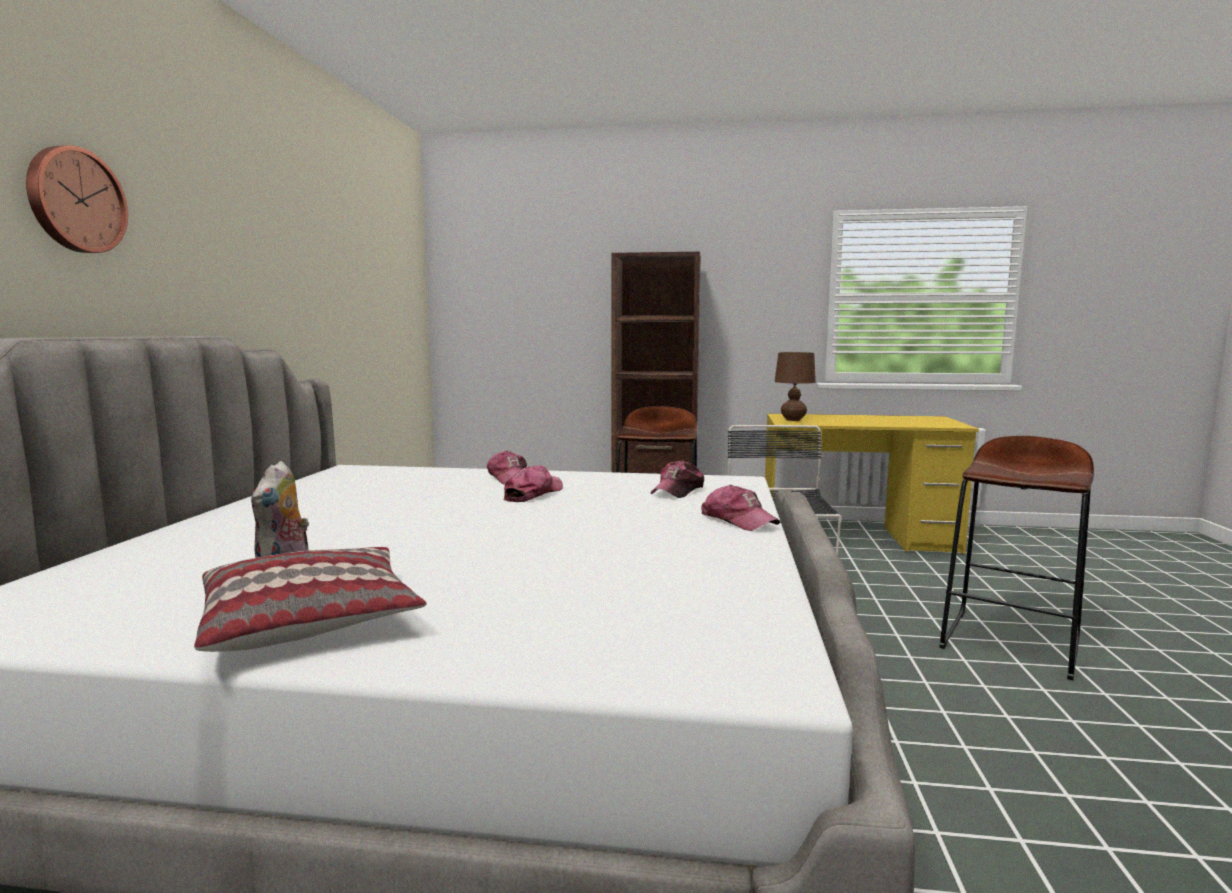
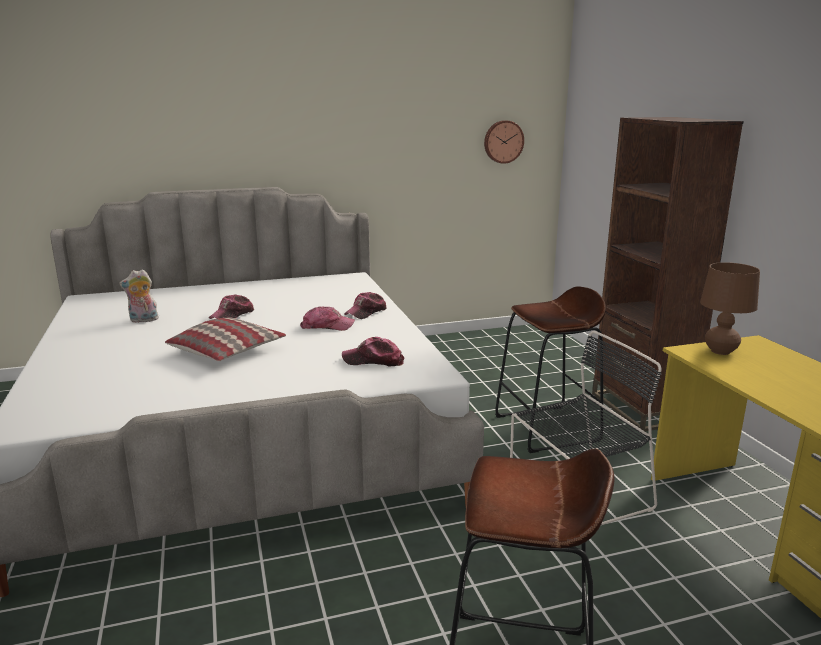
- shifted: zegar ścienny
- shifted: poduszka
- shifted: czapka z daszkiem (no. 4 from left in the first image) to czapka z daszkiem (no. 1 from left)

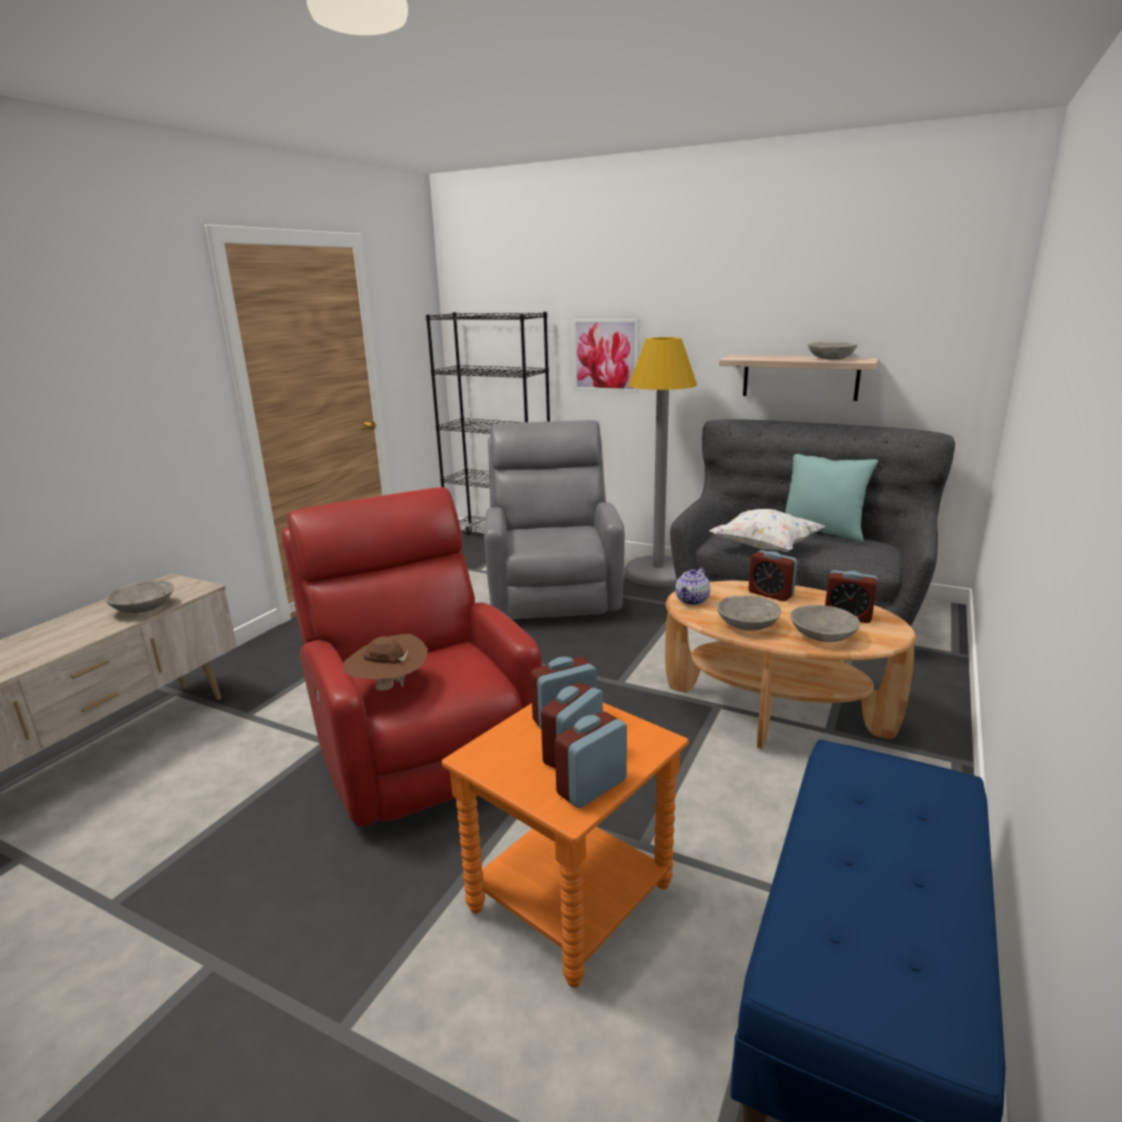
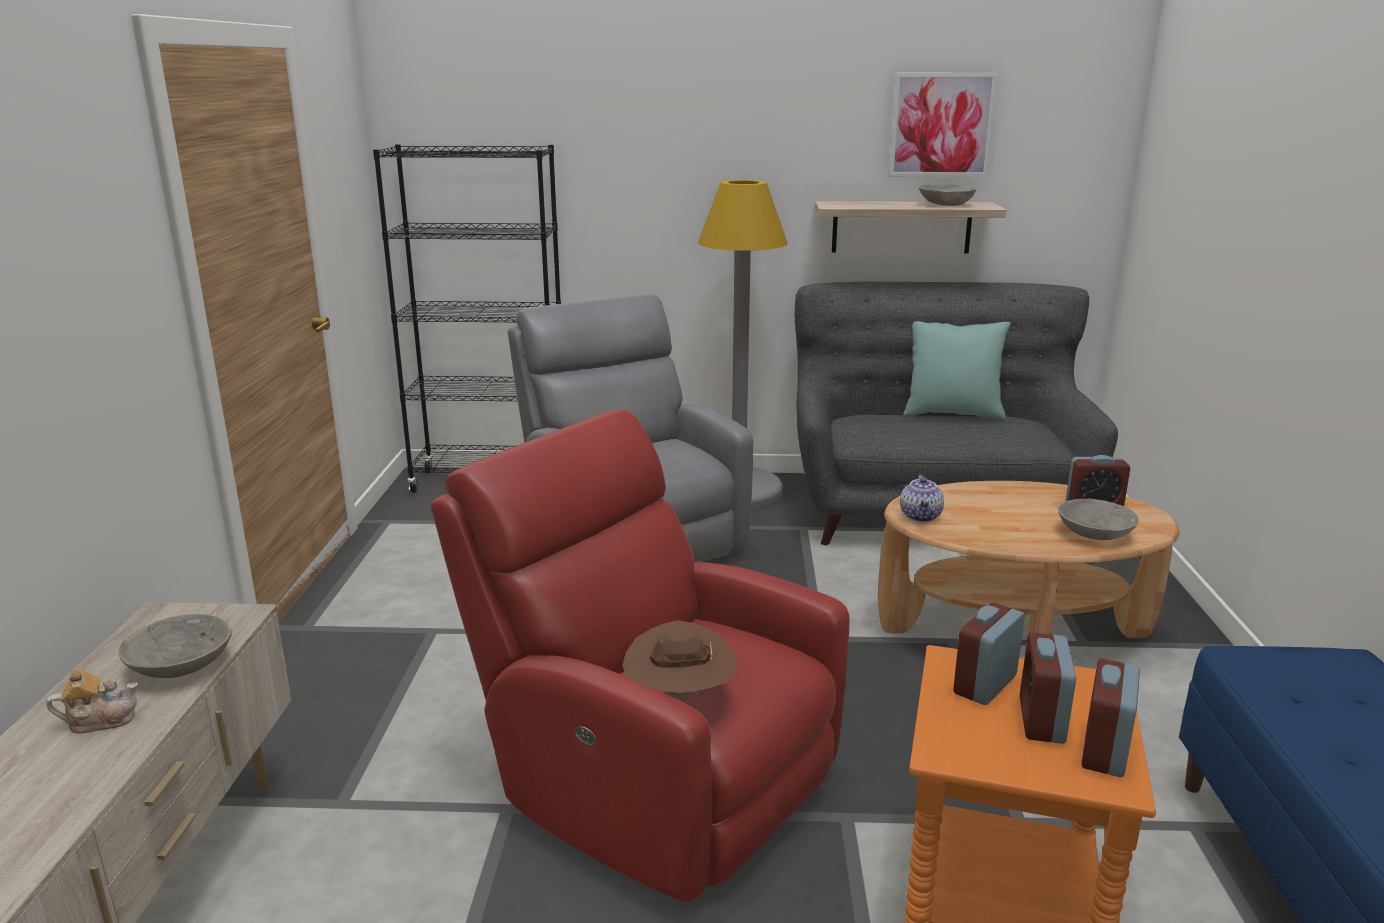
- shifted: obraz
- gone: poduszka [biały]
- gone: miska [szary] (no. 2 from left)
- gone: budzik (no. 4 from left)
- new: imbryk (no. 1 from left)

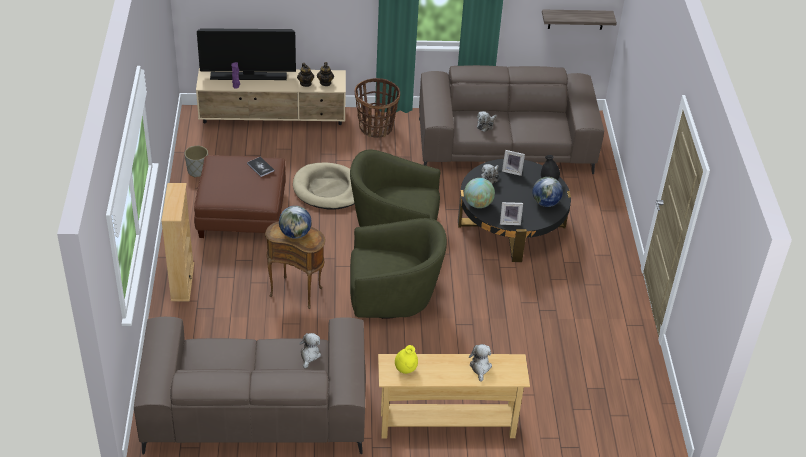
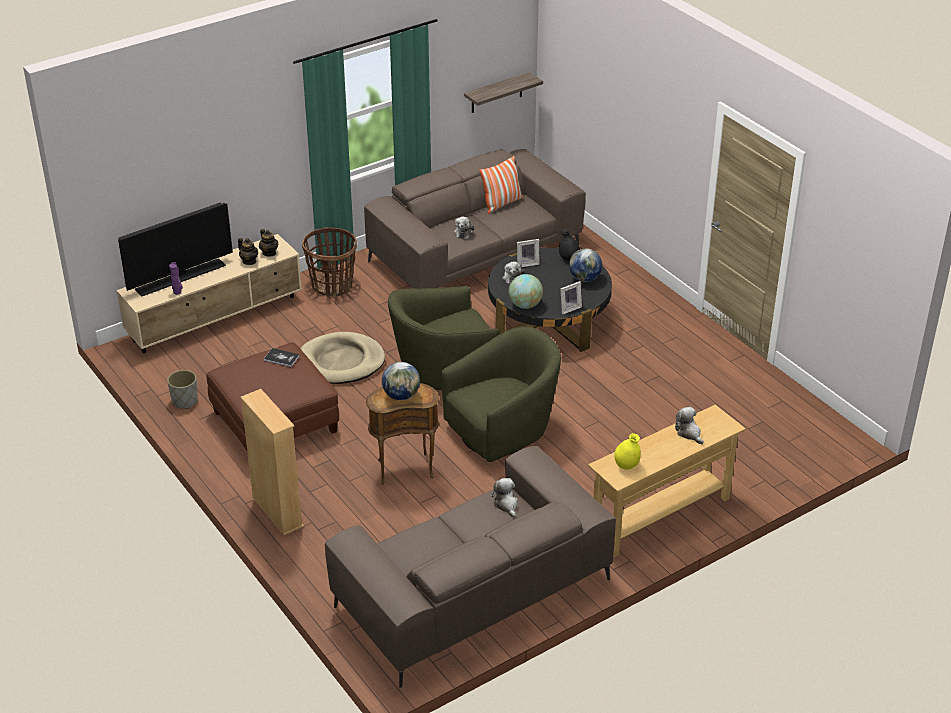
- new: poduszka

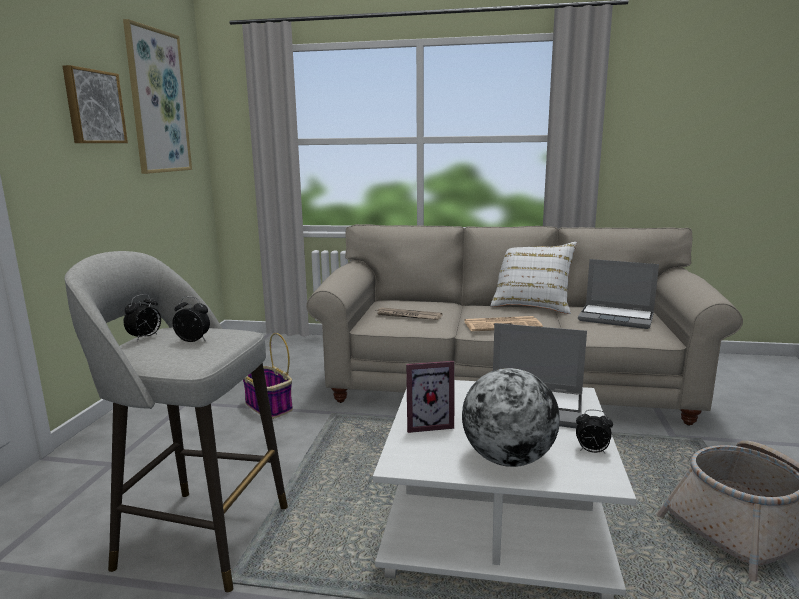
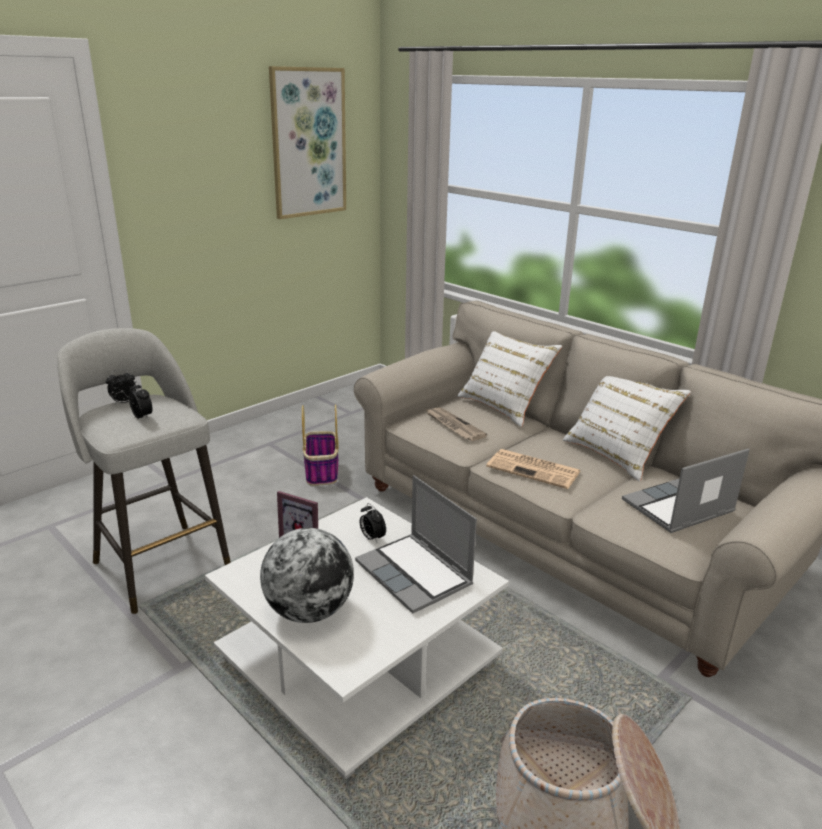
- gone: obraz (no. 1 from left)
- shifted: budzik (no. 3 from left)
- rotated: laptop (no. 2 from left) 90 degrees clockwise
- new: poduszka [biały] (no. 1 from left)

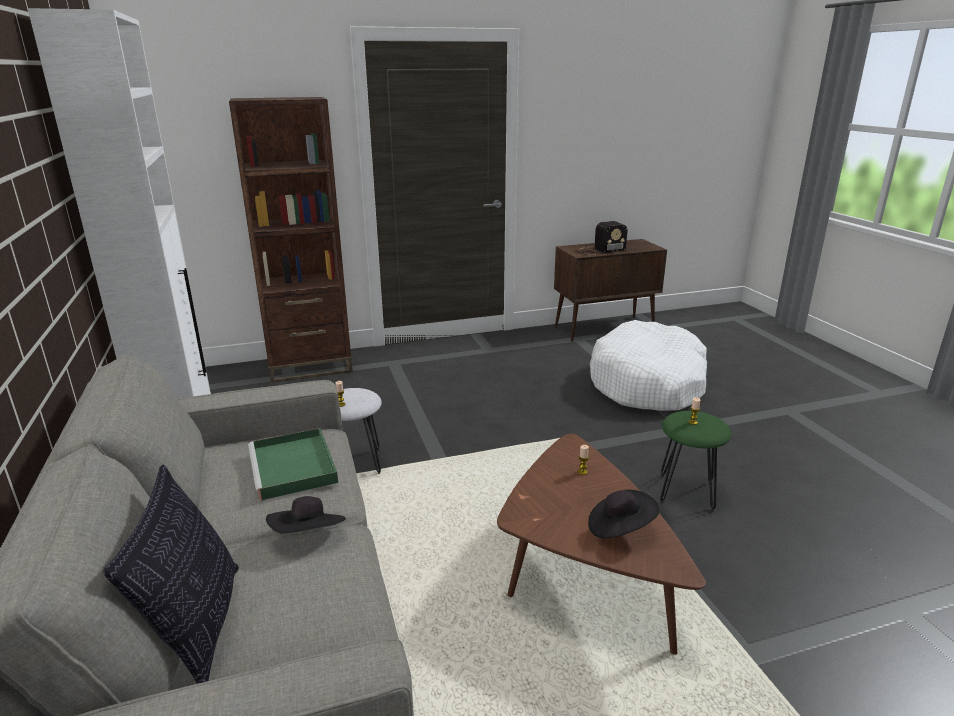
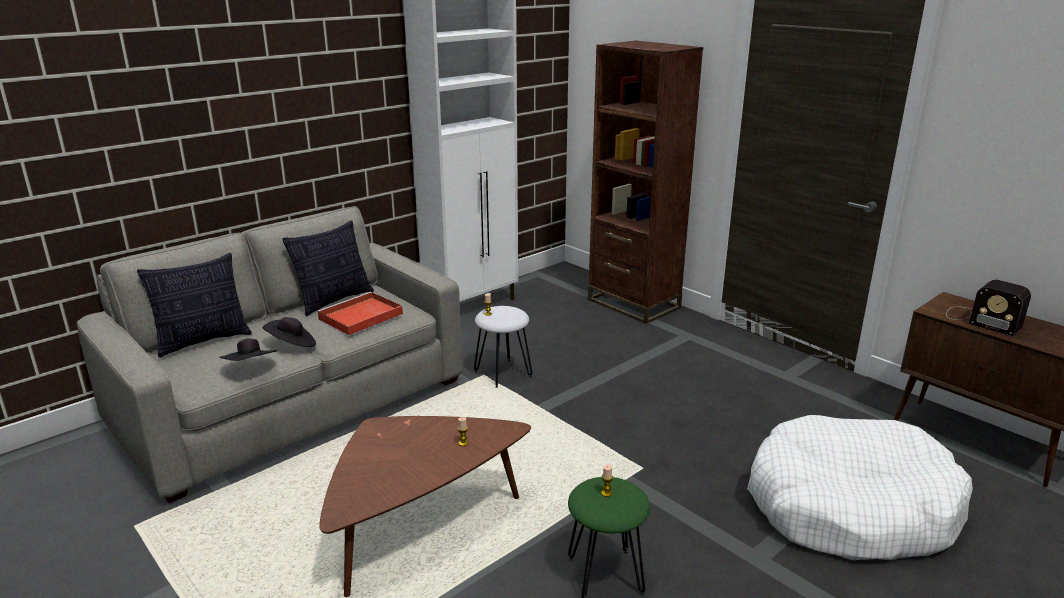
- repainted: taca [zielony] to taca [czerwony]
- shifted: kapelusz [czarny] (no. 2 from left in the first image) to kapelusz [czarny] (no. 1 from left)
- new: poduszka (no. 2 from left)

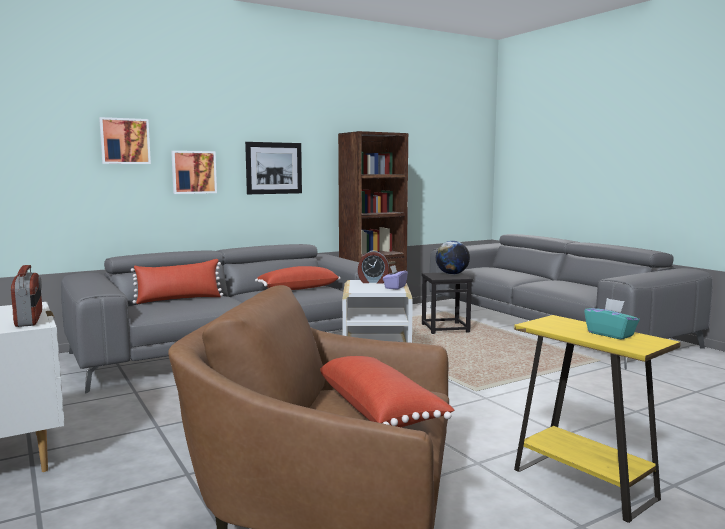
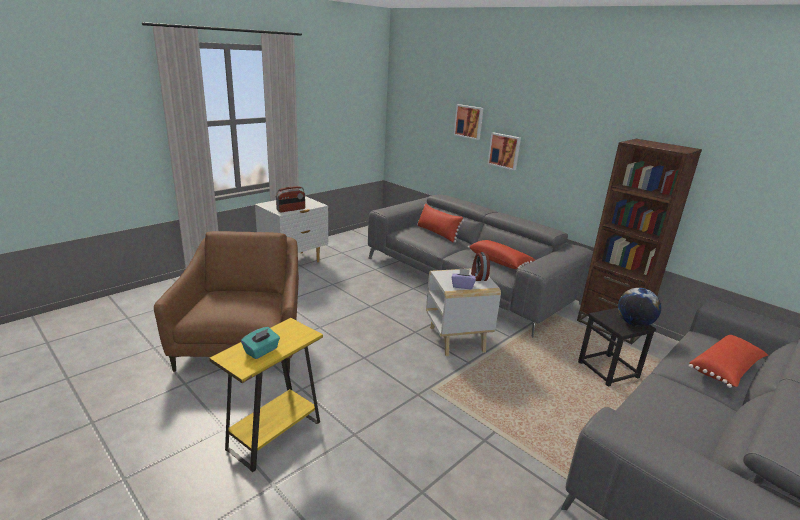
- gone: obraz (no. 3 from left)
- shifted: poduszka [czerwony] (no. 3 from left)

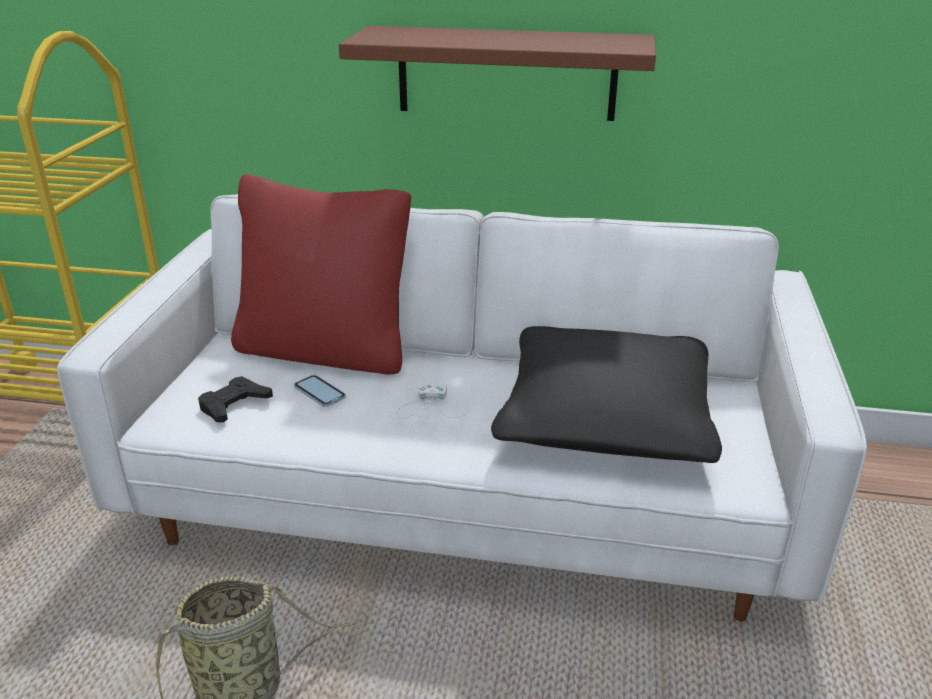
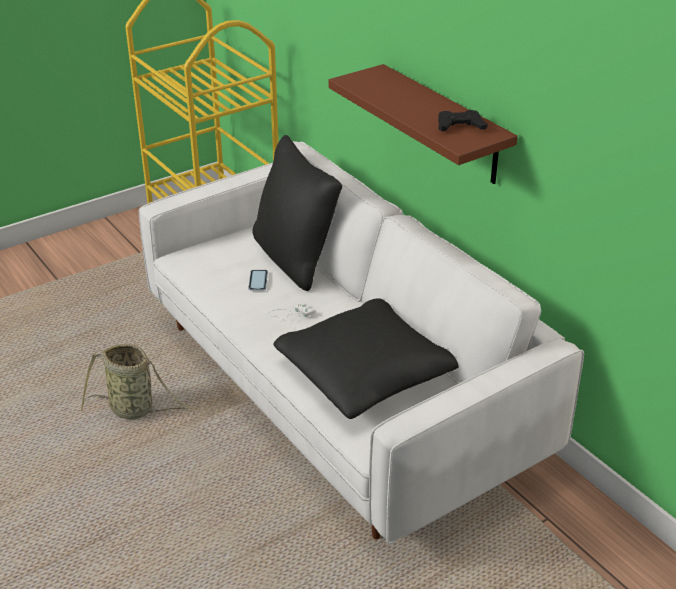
- shifted: pad do gier [czarny]
- repainted: poduszka [czerwony] to poduszka [czarny] (no. 1 from left)

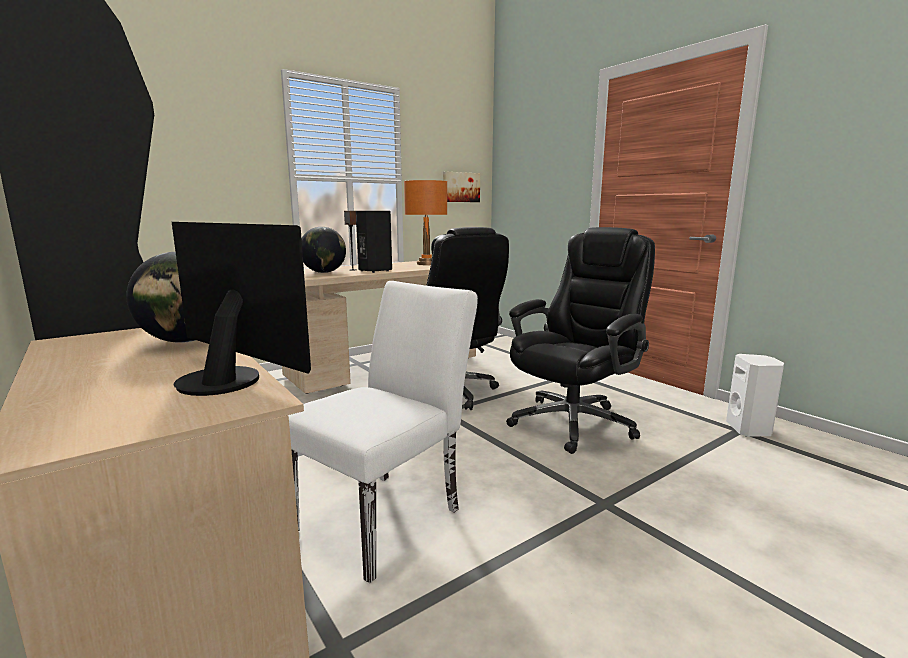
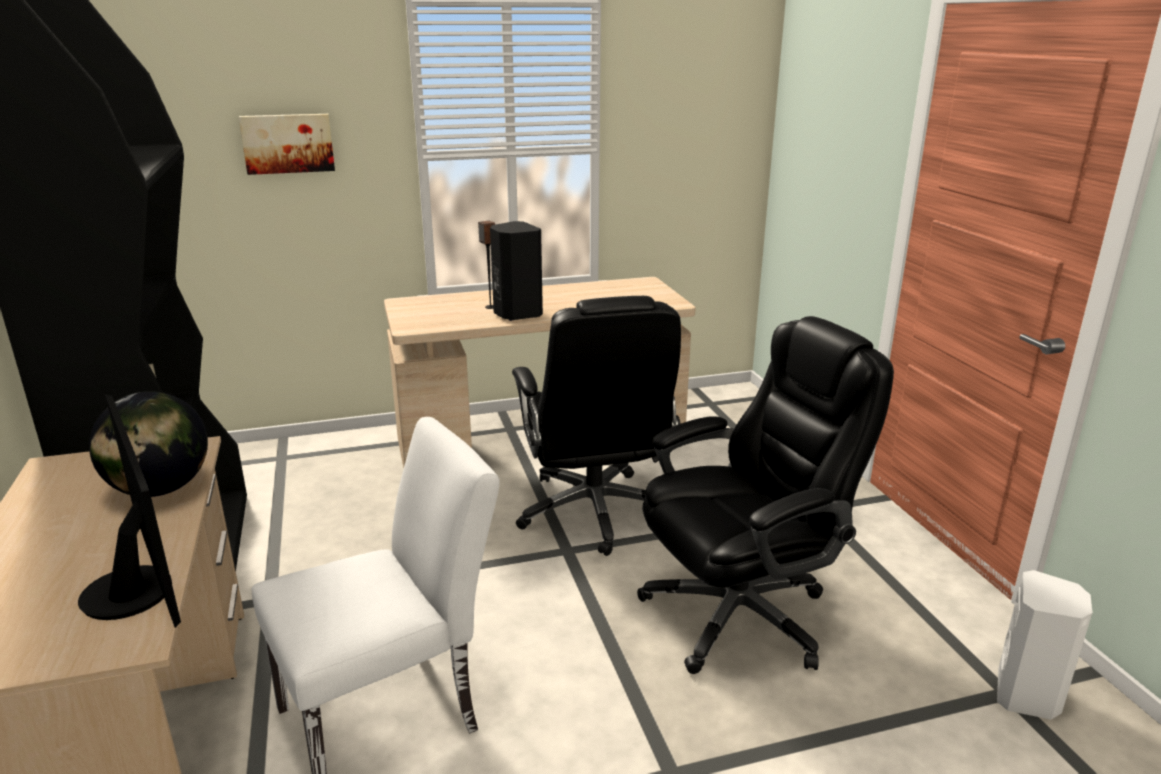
- gone: globus (no. 2 from left)
- gone: lampa stołowa [pomarańczowy]
- shifted: obraz

